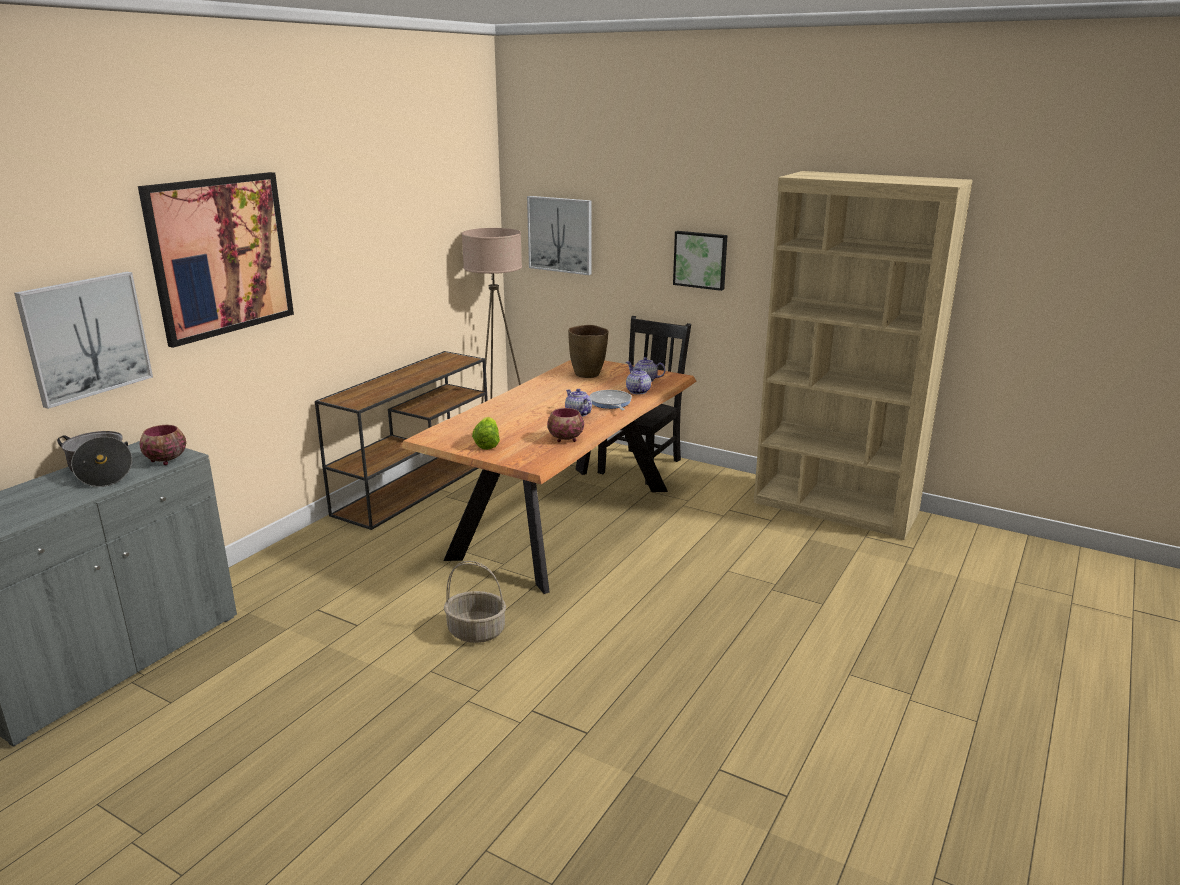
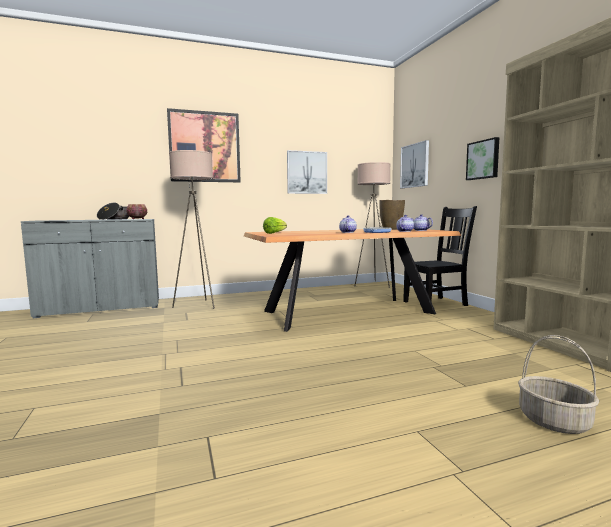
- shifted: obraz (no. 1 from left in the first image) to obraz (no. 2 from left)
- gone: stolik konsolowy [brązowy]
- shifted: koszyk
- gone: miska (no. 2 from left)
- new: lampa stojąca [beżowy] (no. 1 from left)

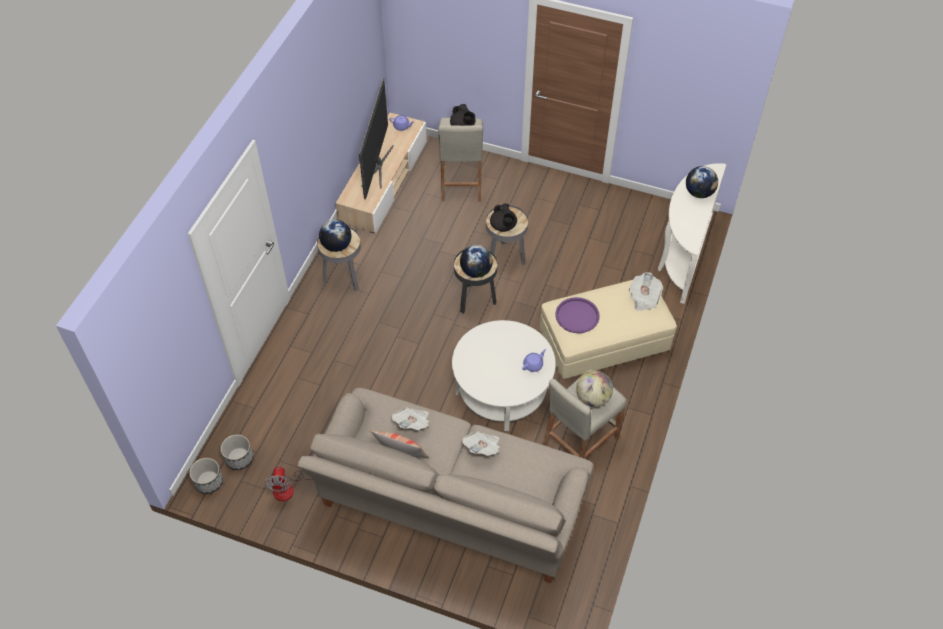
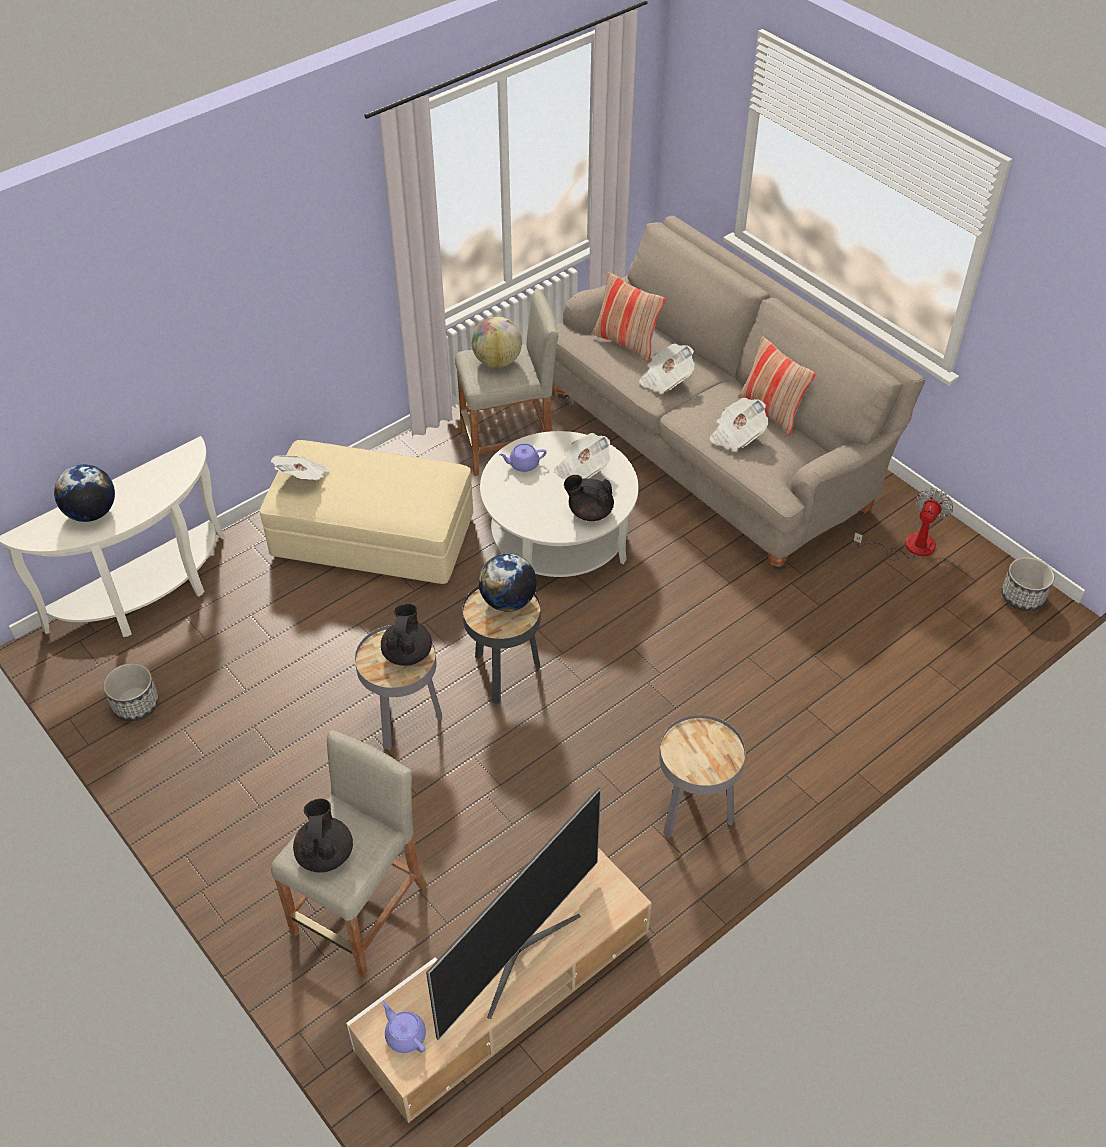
- shifted: donica (no. 2 from left in the first image) to donica (no. 1 from left)
- gone: globus (no. 1 from left)
- gone: taca [fioletowy]
- new: gazeta (no. 2 from left)
- new: imbryk [czarny] (no. 3 from left)
- new: poduszka (no. 1 from left)

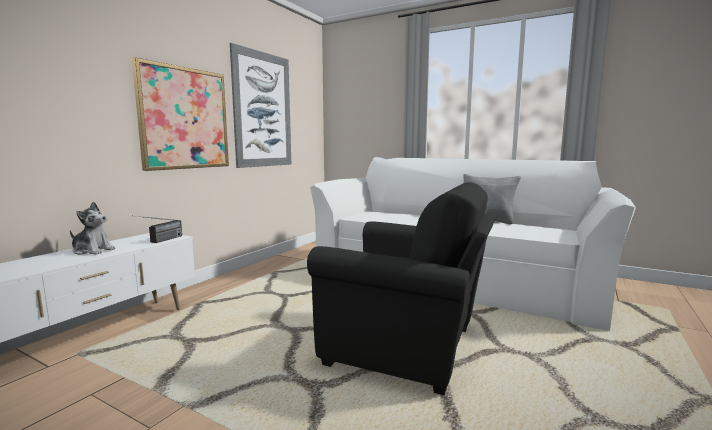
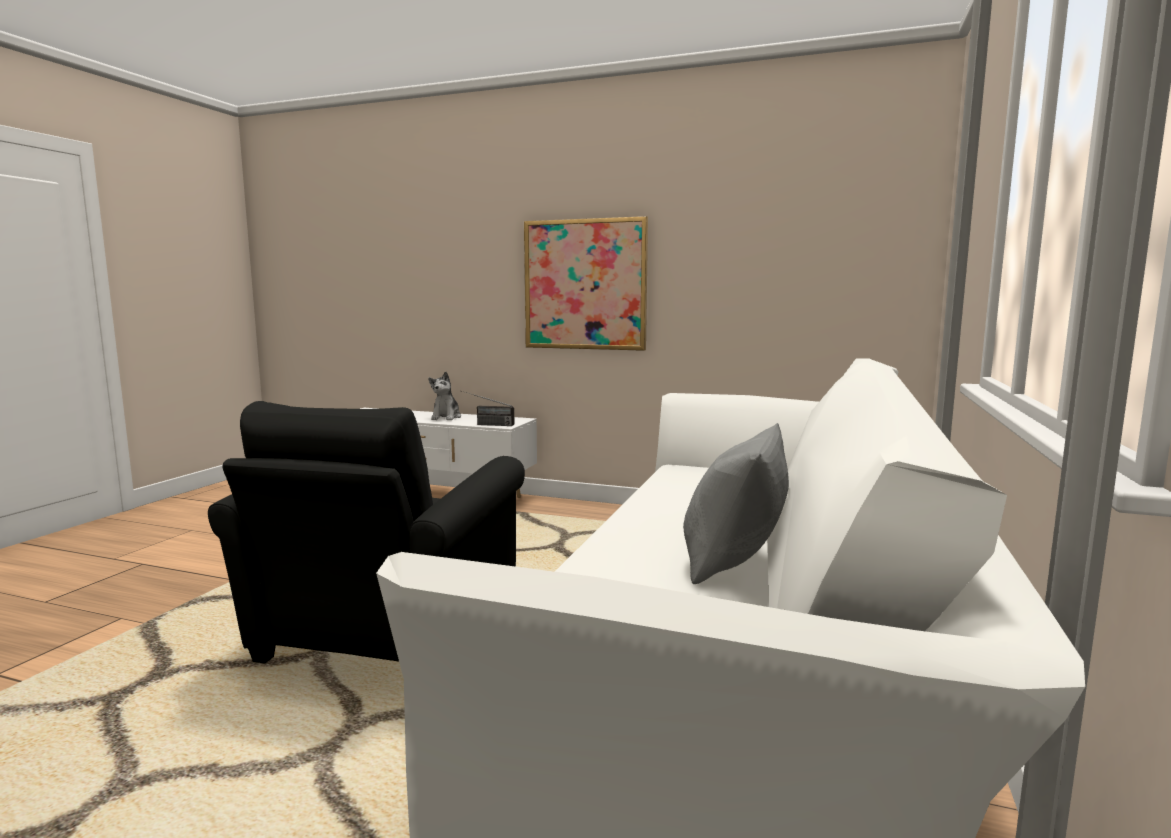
- gone: obraz (no. 2 from left)

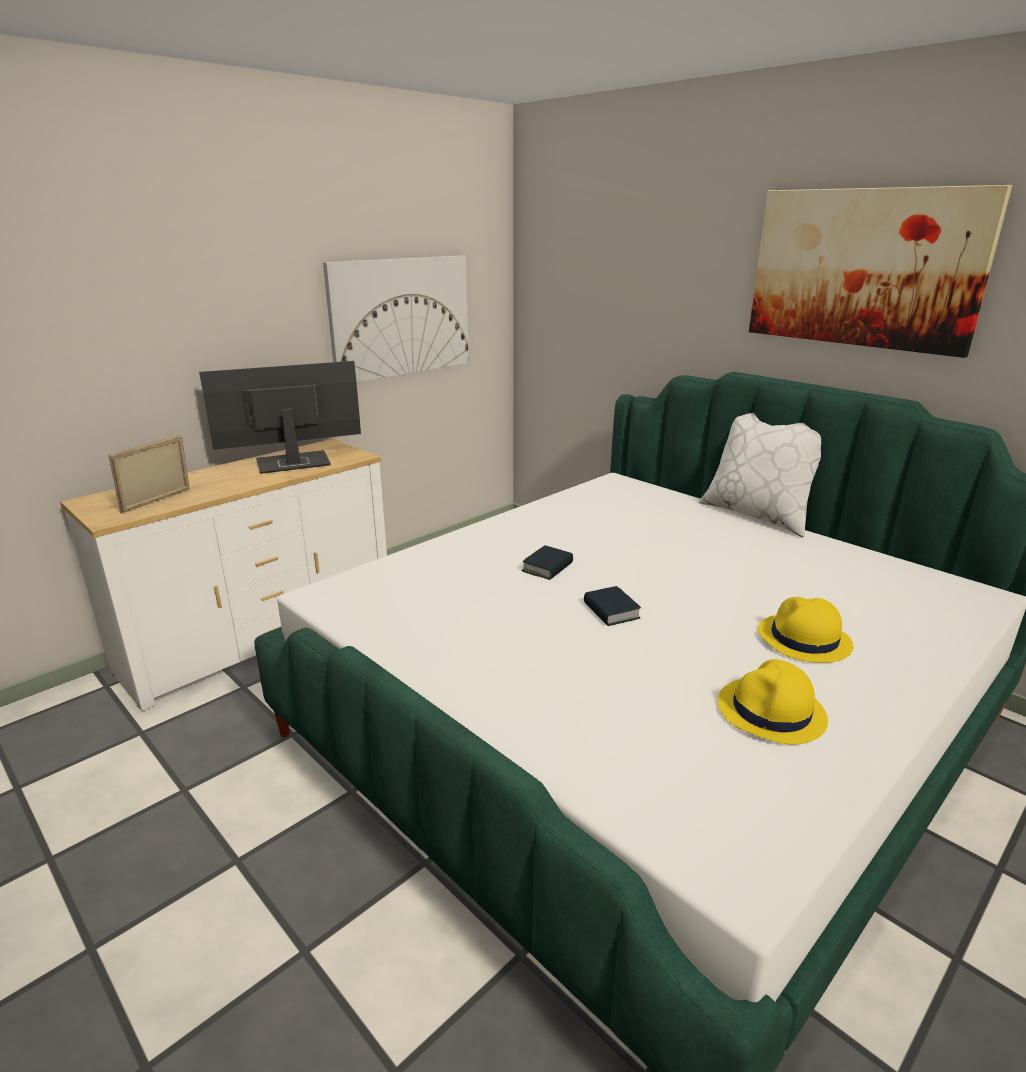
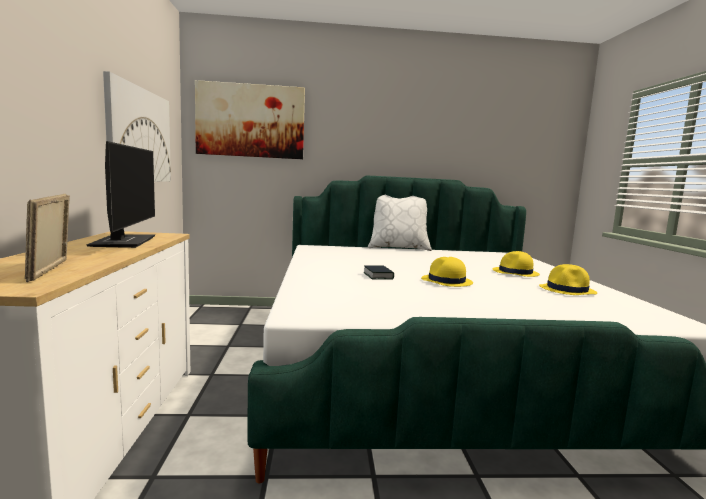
- rotated: monitor 150 degrees clockwise
- swapped: książka (no. 2 from left) to kapelusz [żółty] (no. 1 from left)
- shifted: obraz (no. 2 from left)

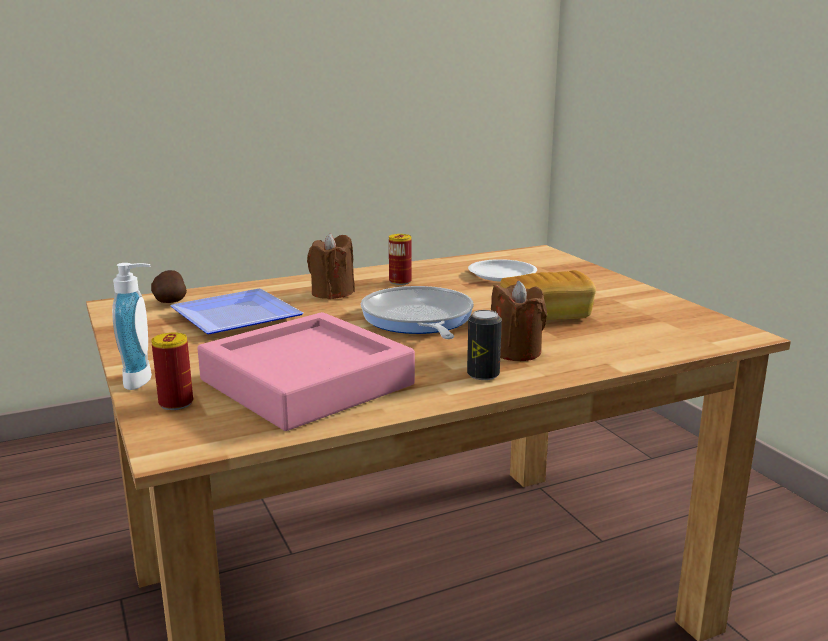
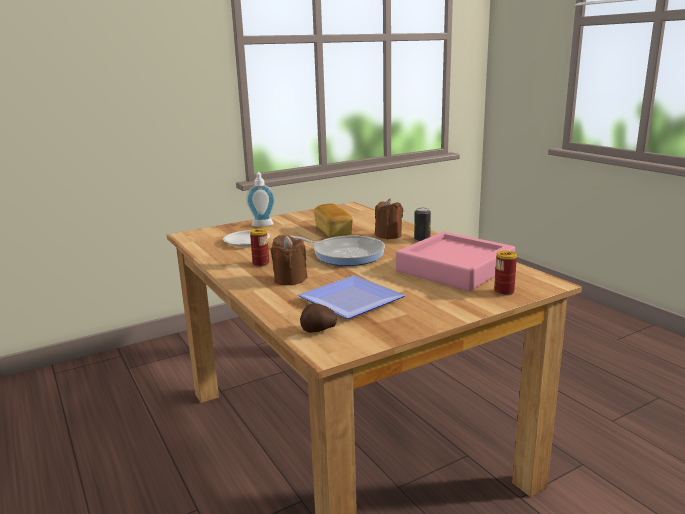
- shifted: dozownik mydła
- rotated: patelnia 135 degrees counterclockwise

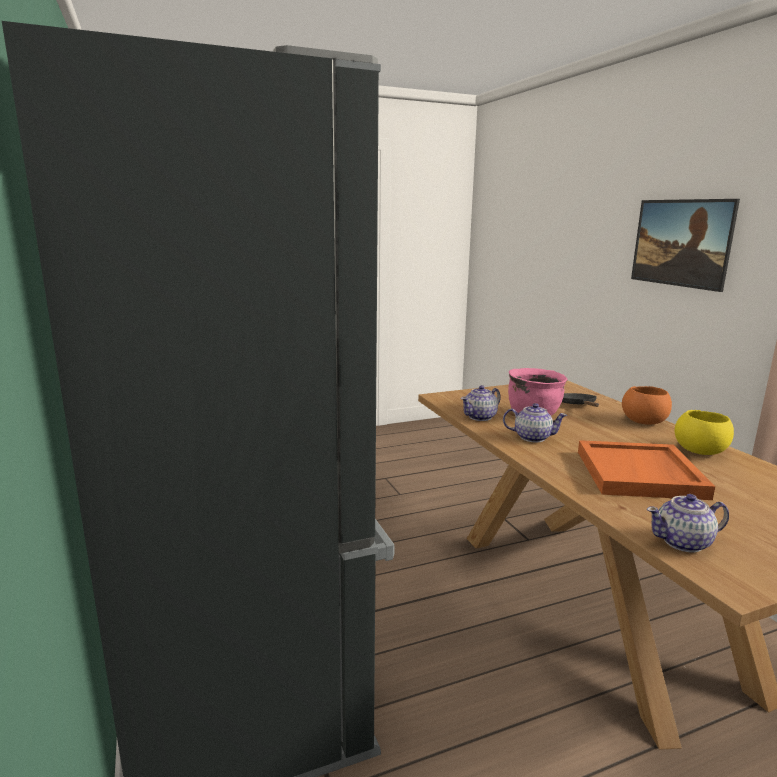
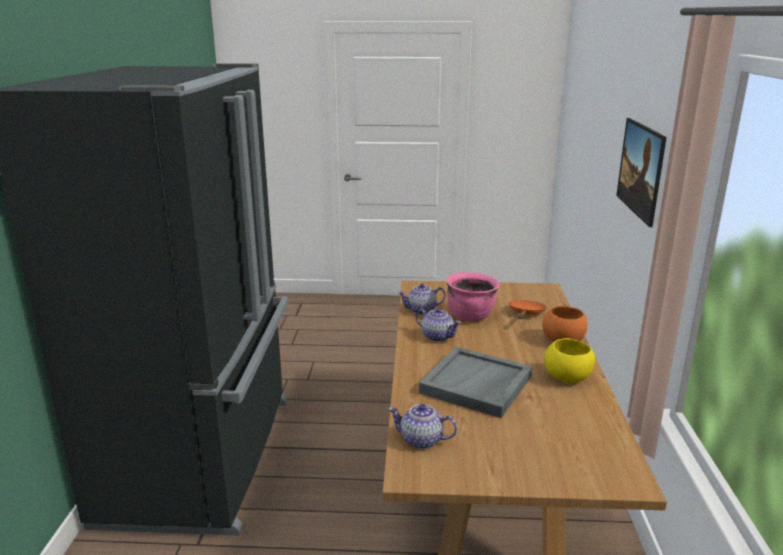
- repainted: patelnia [czarny] to patelnia [pomarańczowy]
- repainted: taca [pomarańczowy] to taca [szary]

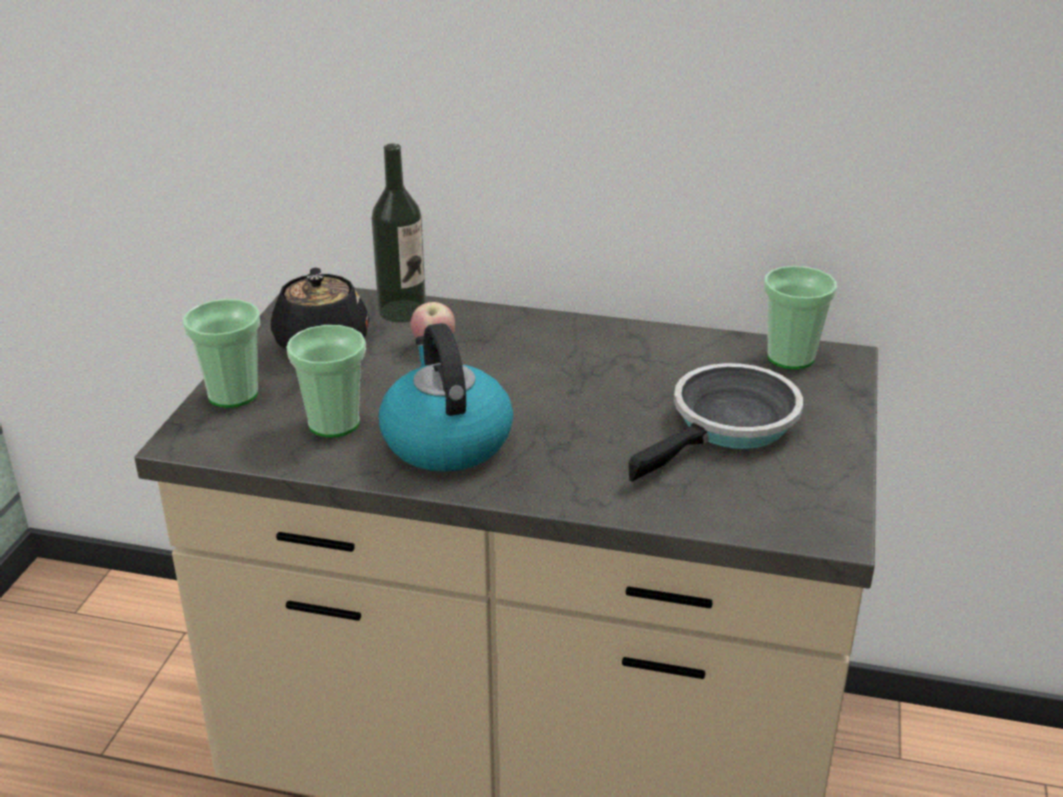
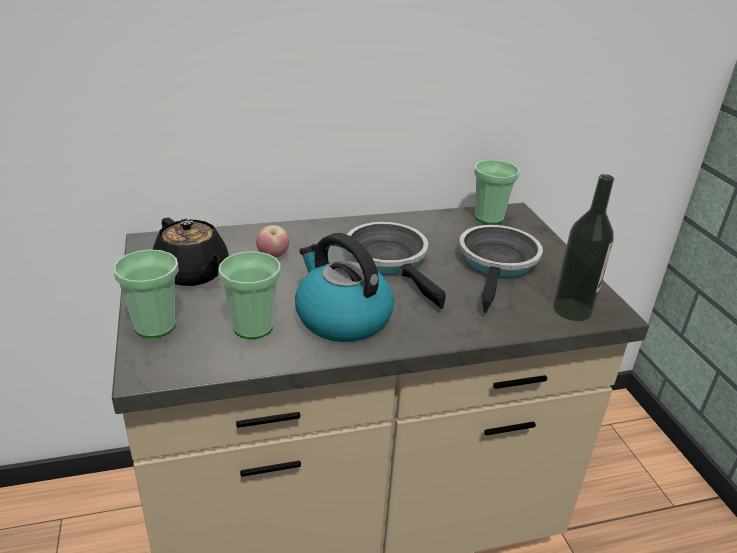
- shifted: butelka
- new: patelnia (no. 1 from left)

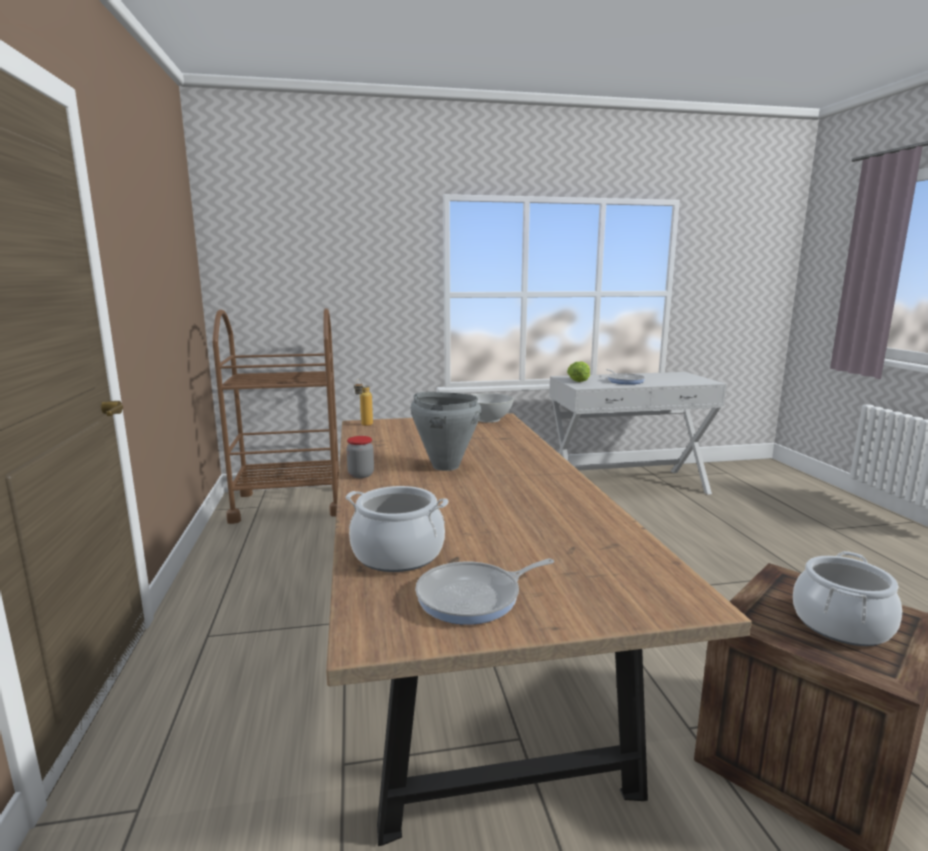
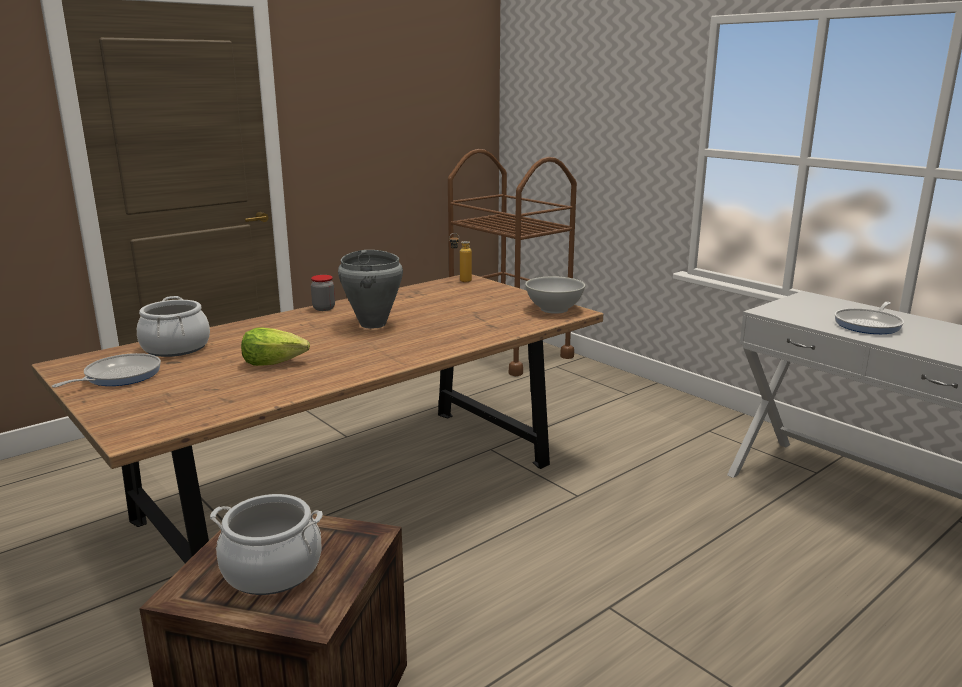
- rotated: patelnia (no. 1 from left) 90 degrees clockwise
- shifted: sałata

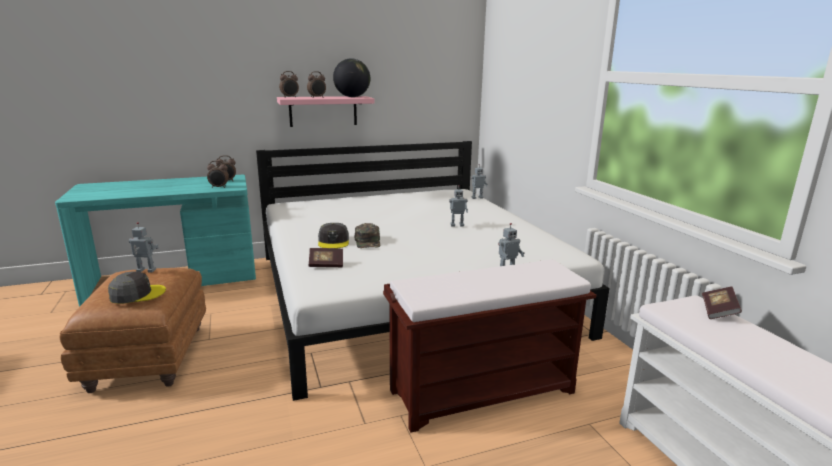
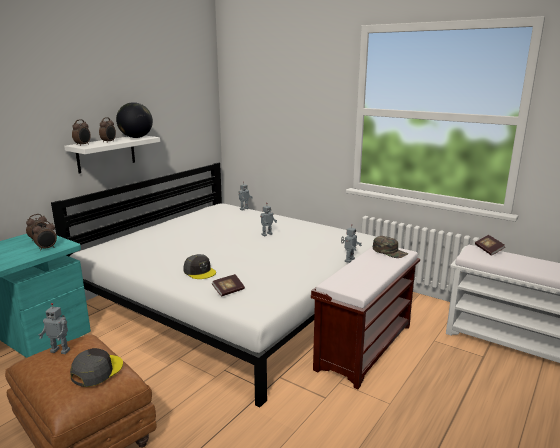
- rotated: robot zabawkowy (no. 1 from left) 135 degrees counterclockwise
- repainted: półka [różowy] to półka [biały]
- shifted: czapka z daszkiem [zielony]

